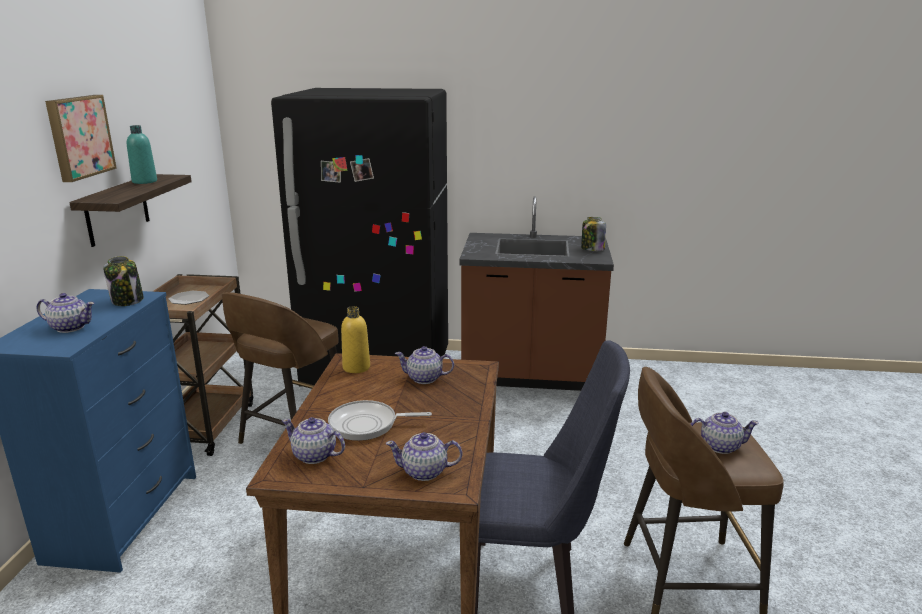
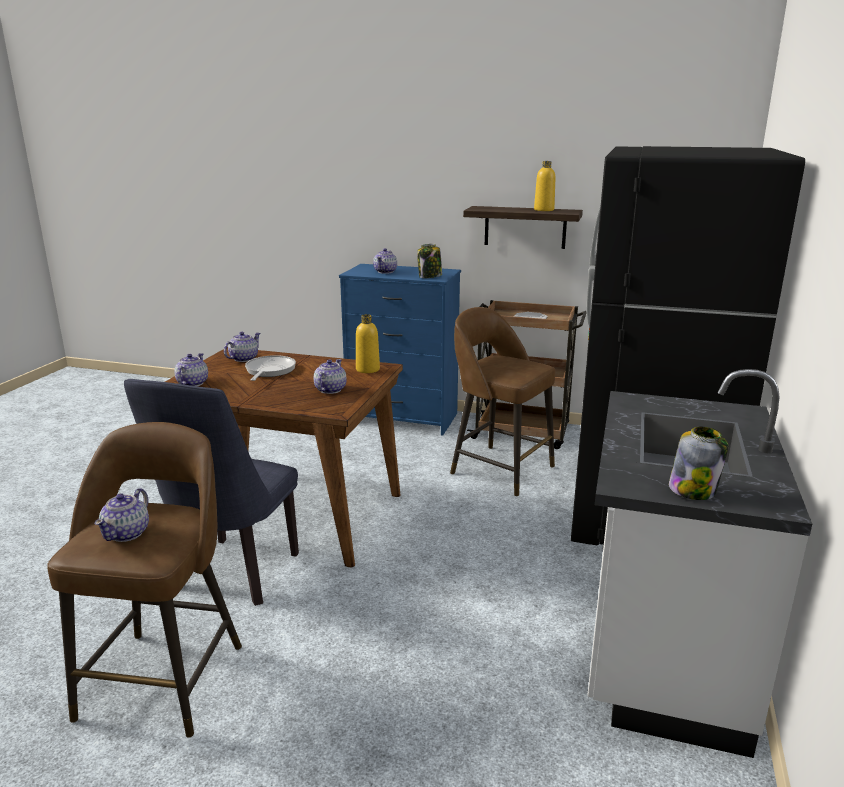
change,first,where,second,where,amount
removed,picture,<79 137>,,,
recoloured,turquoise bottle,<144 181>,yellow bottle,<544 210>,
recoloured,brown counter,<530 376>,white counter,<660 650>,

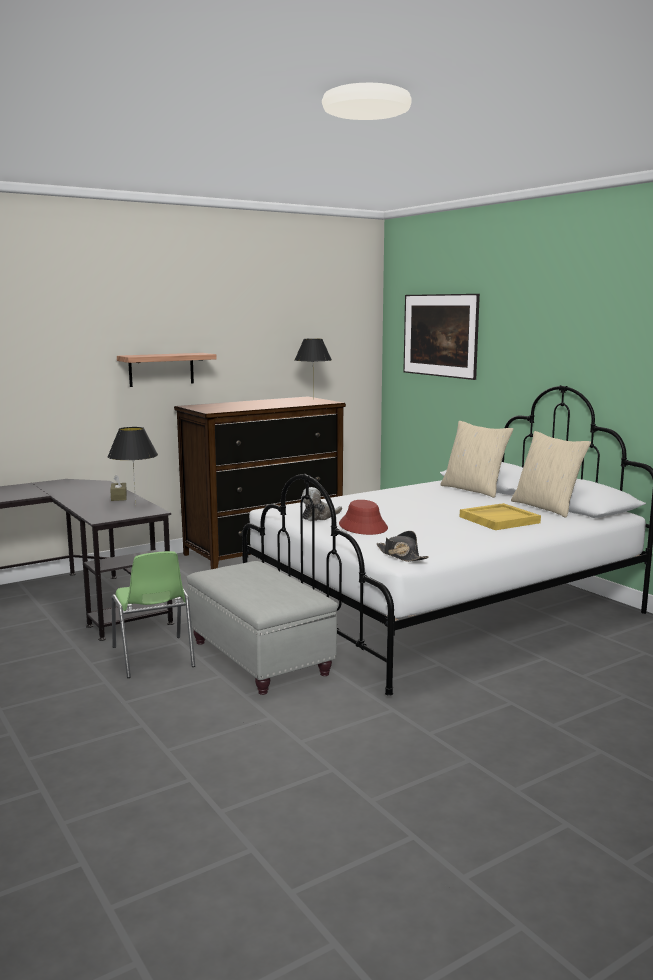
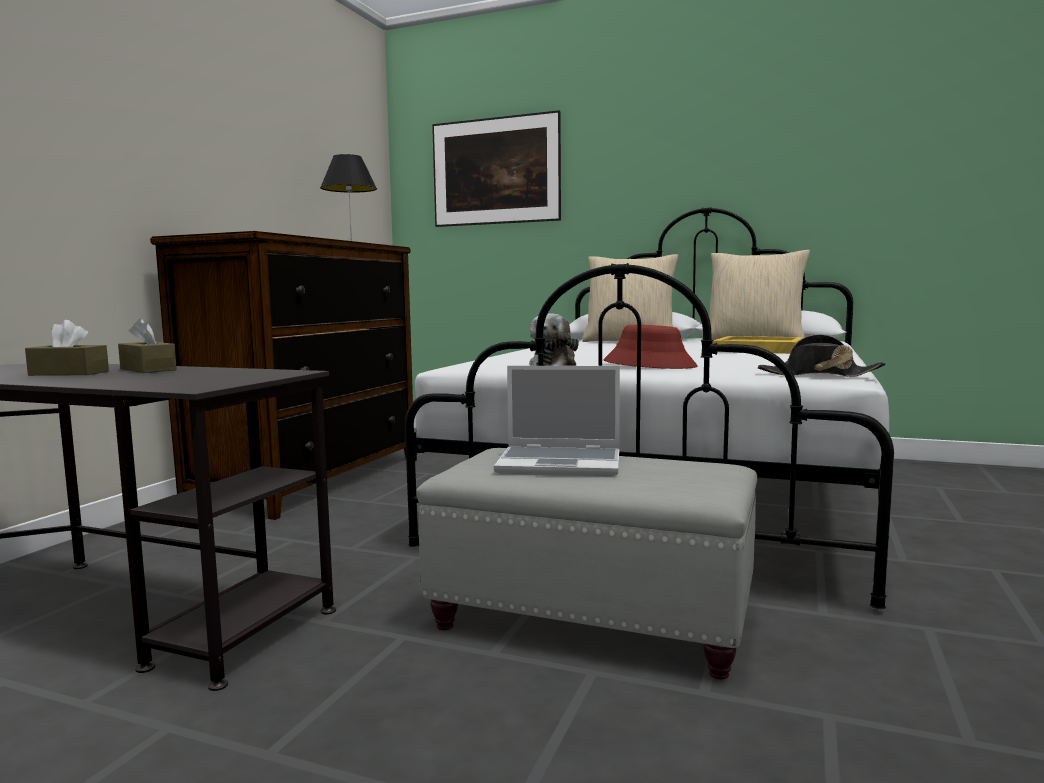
change,first,where,second,where,amount
removed,black table lamp,<135 505>,,,
removed,green chair,<153 657>,,,
removed,shelf,<161 369>,,,
added,,,brown tissue box,<69 373>,
added,,,laptop,<561 464>,

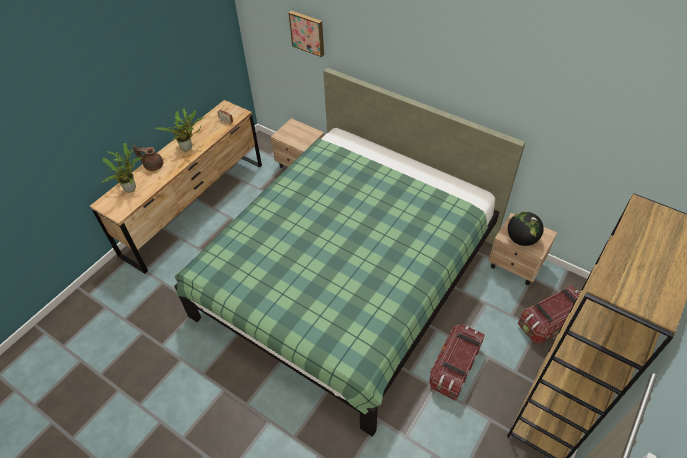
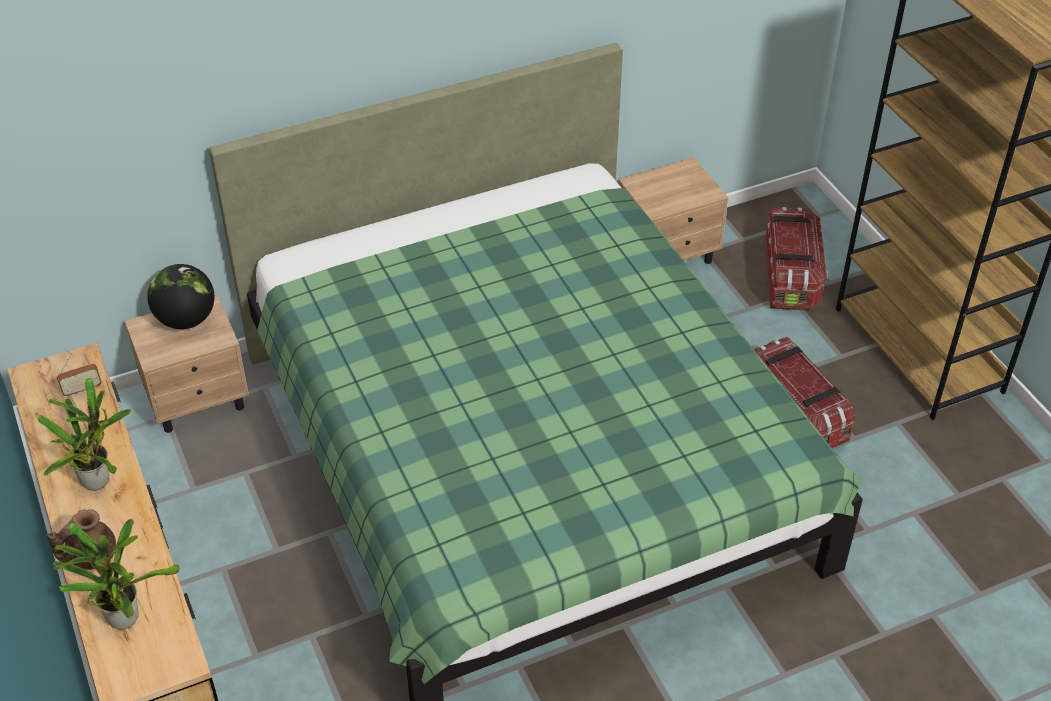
change,first,where,second,where,amount
removed,picture,<308 33>,,,
moved,globe,<521 239>,,<186 320>,

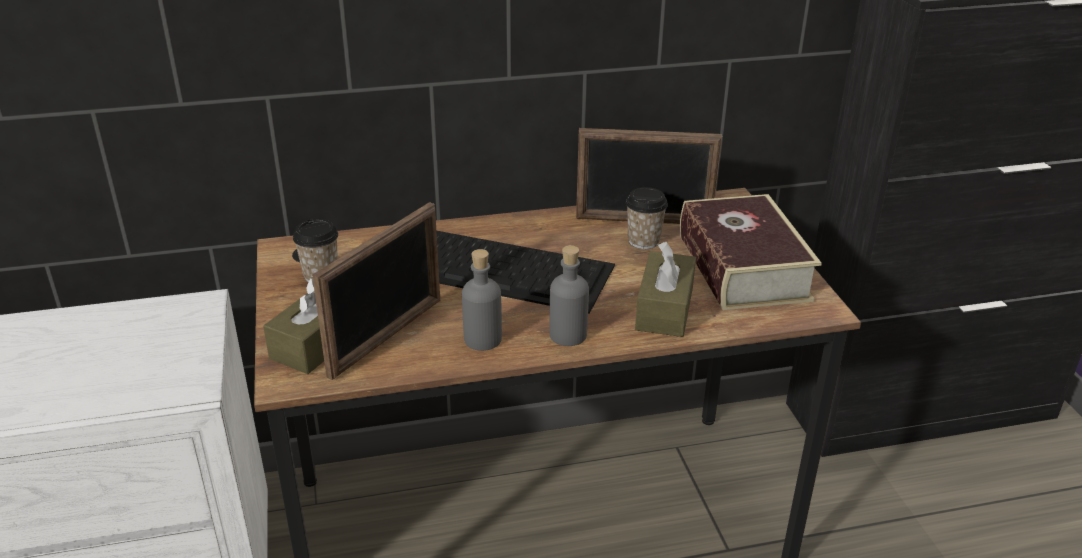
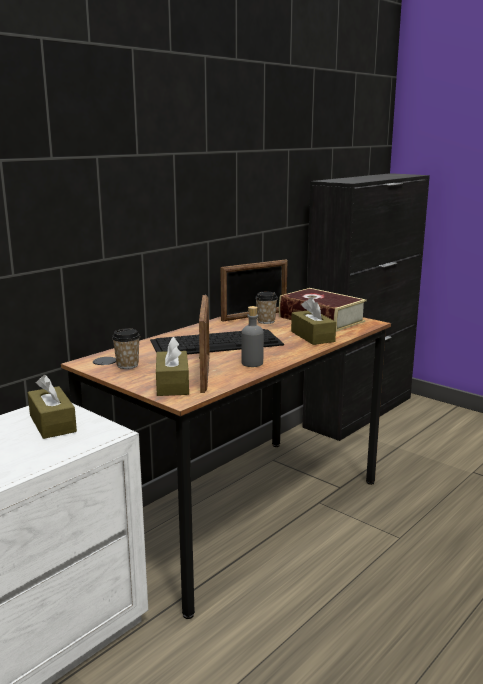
change,first,where,second,where,amount
removed,grey bottle,<568 335>,,,
added,,,brown tissue box,<52 423>,

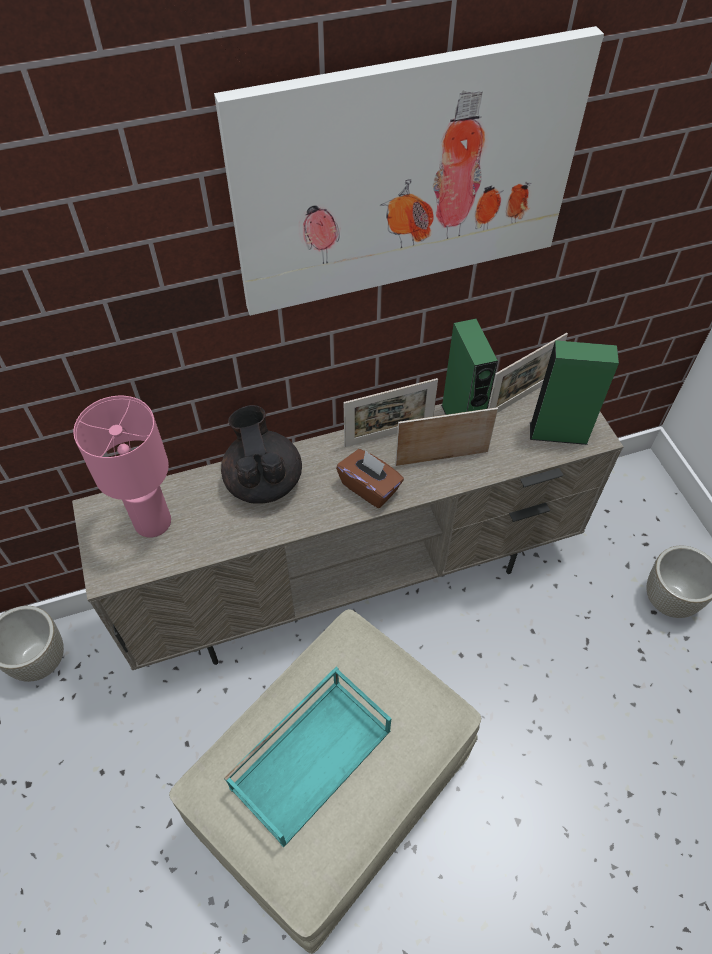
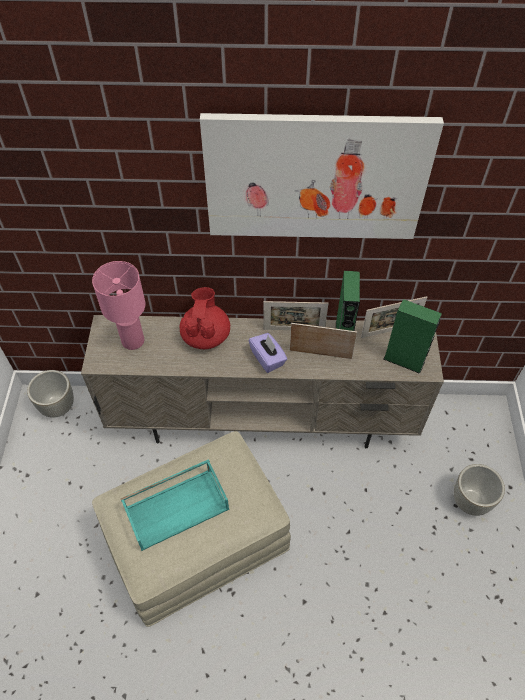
change,first,where,second,where,amount
recoloured,black teapot,<263 480>,red teapot,<206 335>,
recoloured,brown tissue box,<370 487>,purple tissue box,<268 358>,

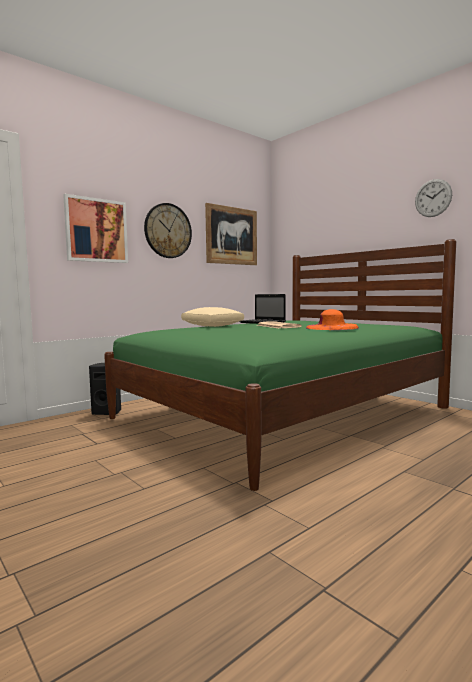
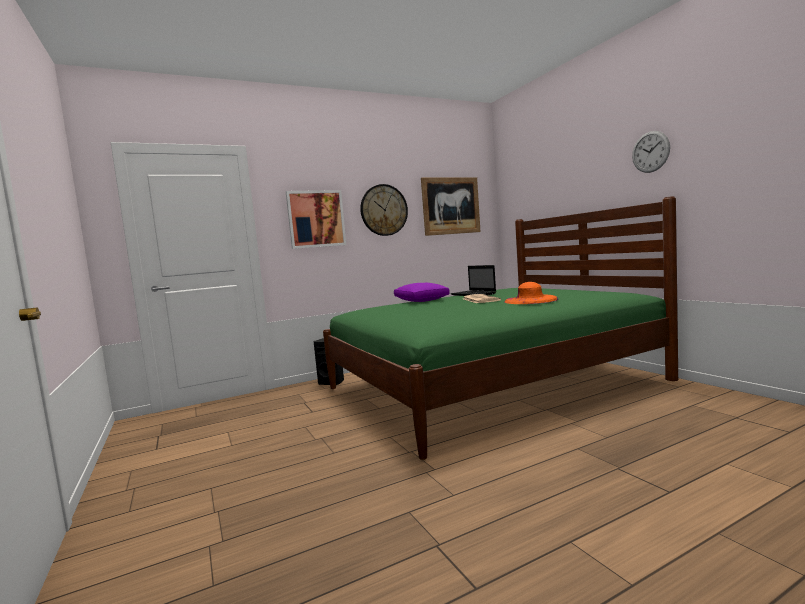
change,first,where,second,where,amount
recoloured,beige pillow,<212 326>,purple pillow,<421 301>,

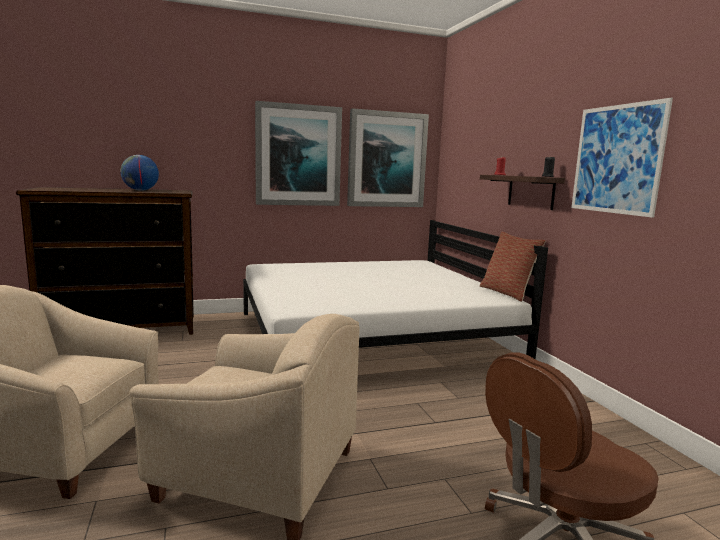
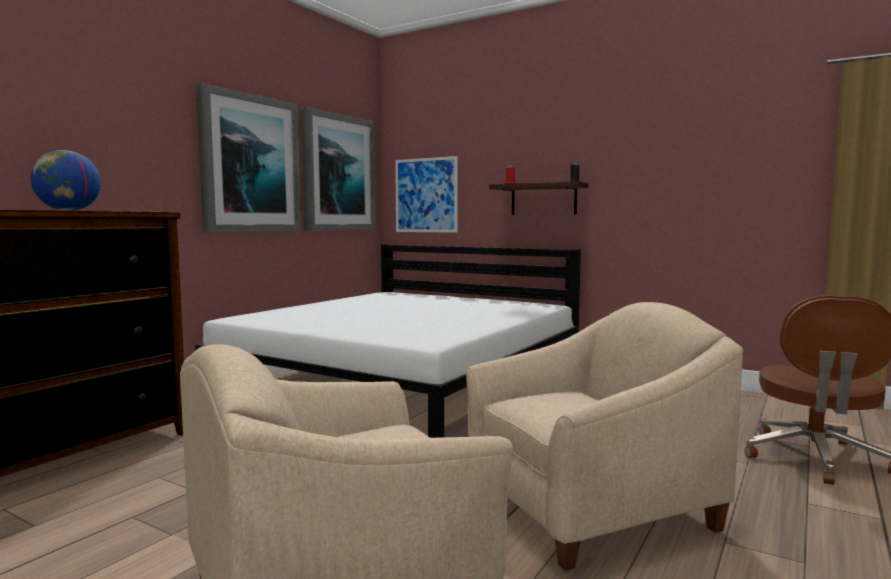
change,first,where,second,where,amount
removed,pillow,<507 293>,,,
moved,picture,<616 159>,,<426 195>,

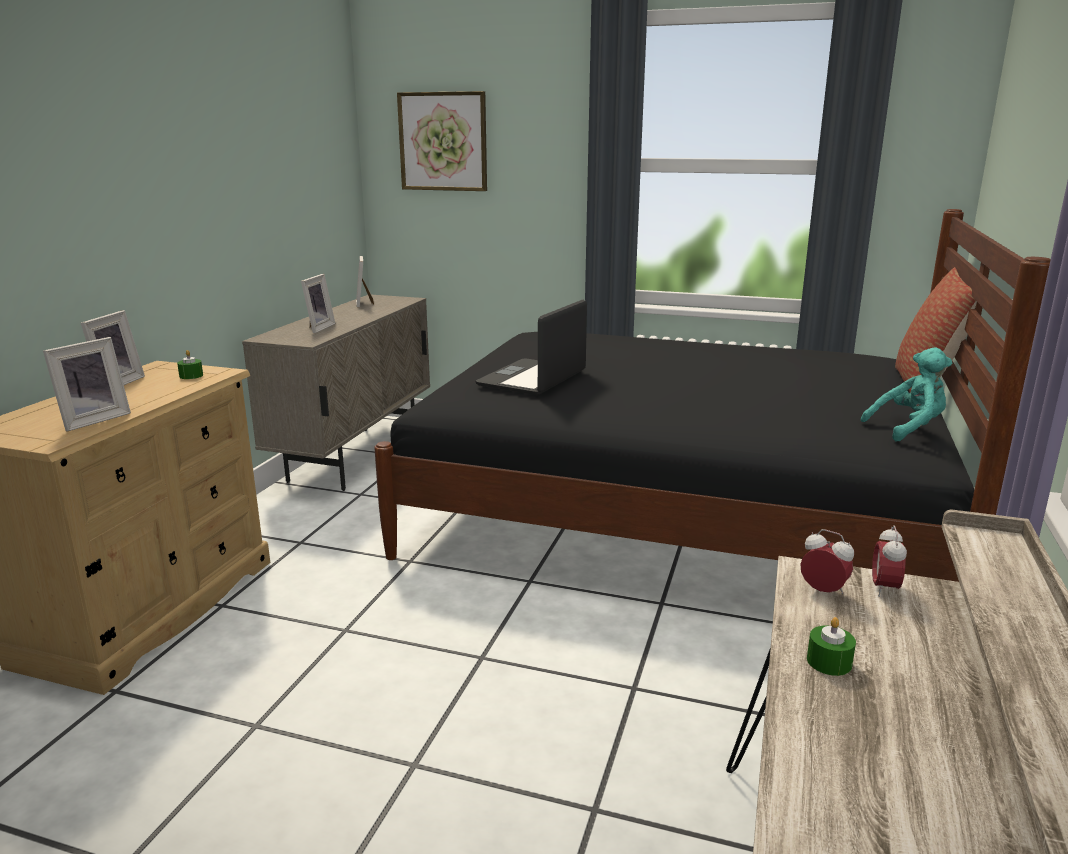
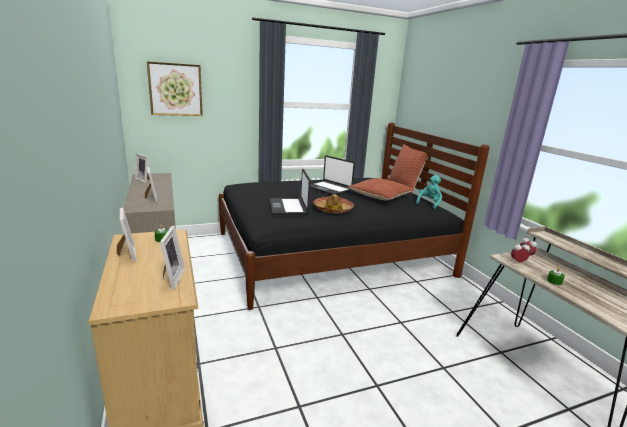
change,first,where,second,where,amount
added,,,laptop,<329 188>,
added,,,hat,<333 209>,
added,,,pillow,<380 197>,

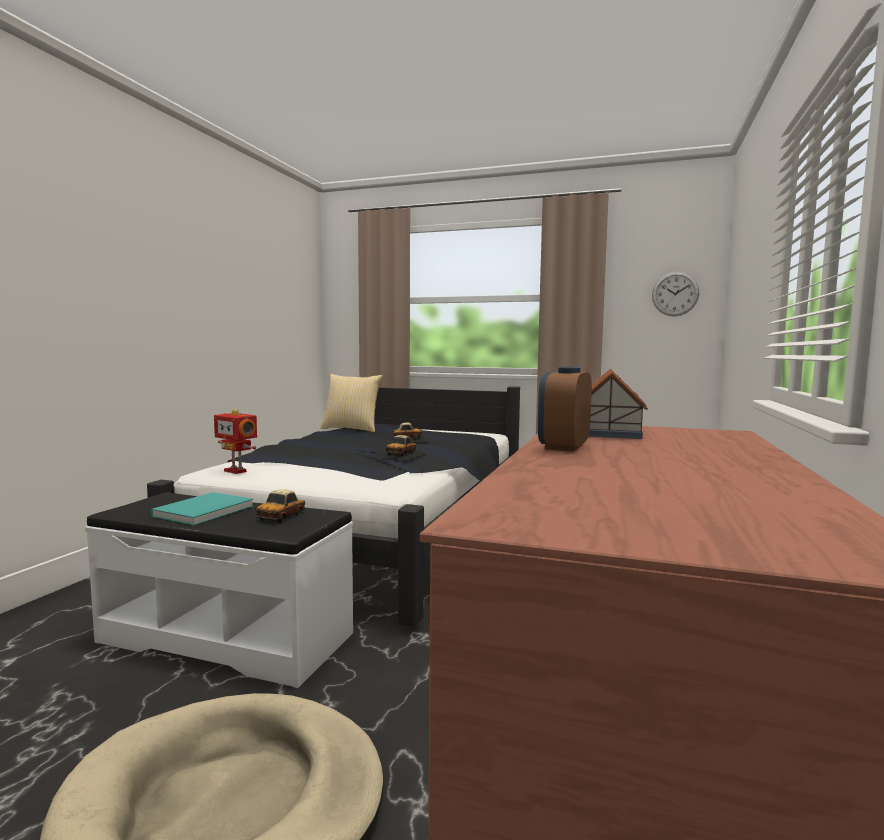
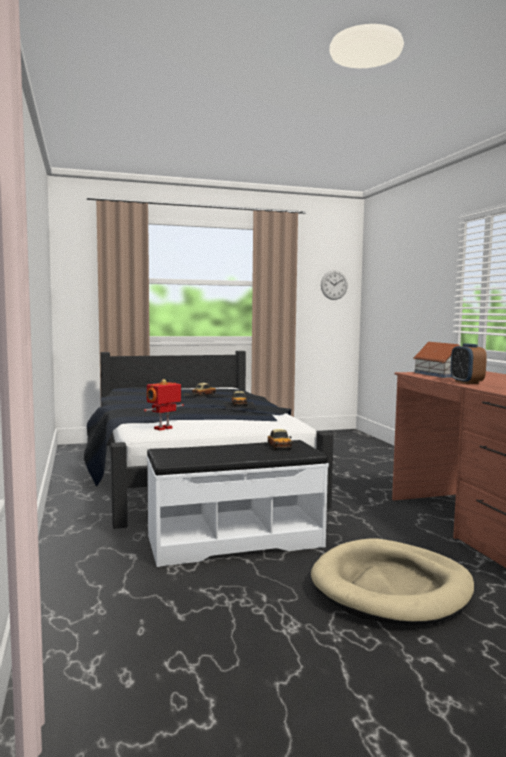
change,first,where,second,where,amount
removed,turquoise book,<200 511>,,,
turned,toy robot,<236 471>,,<164 428>,135 degrees clockwise
removed,pillow,<352 429>,,,

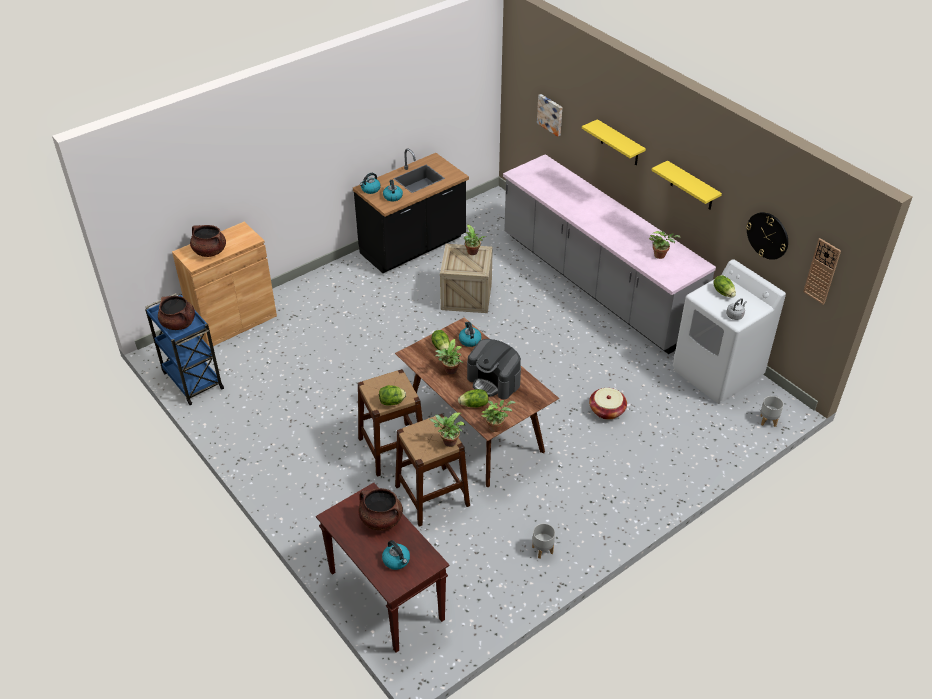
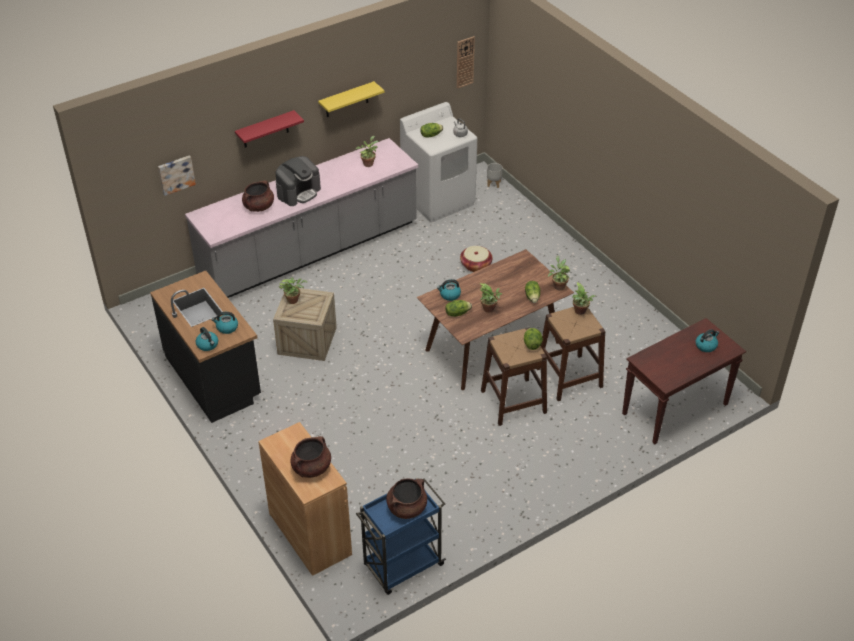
change,first,where,second,where,amount
moved,brown cooking pot,<381 519>,,<259 207>,
moved,coffee machine,<494 381>,,<298 192>,
removed,grey planter,<542 550>,,,
recoloured,yellow shelf,<620 143>,red shelf,<265 129>,
removed,wall clock,<767 235>,,,

